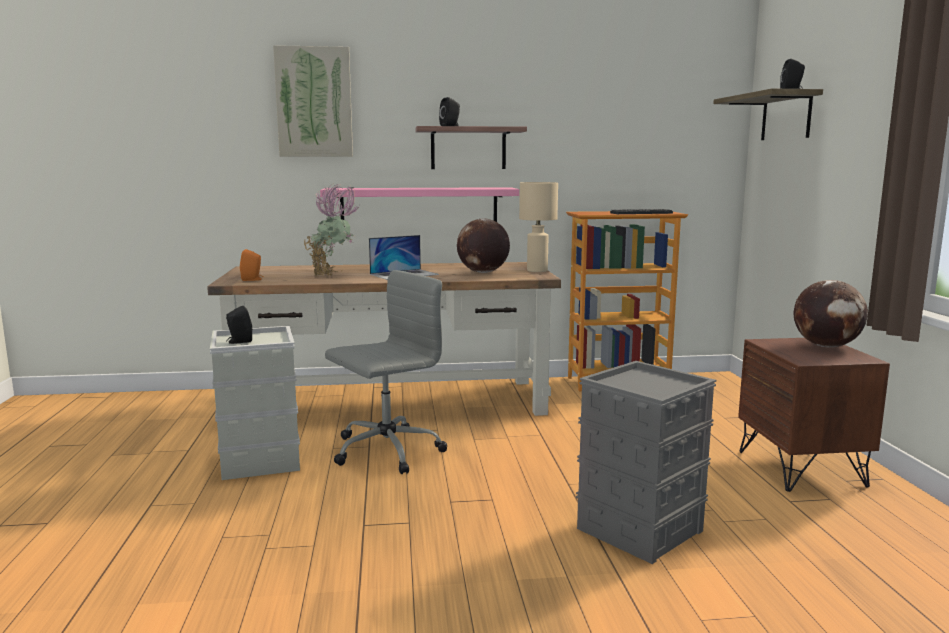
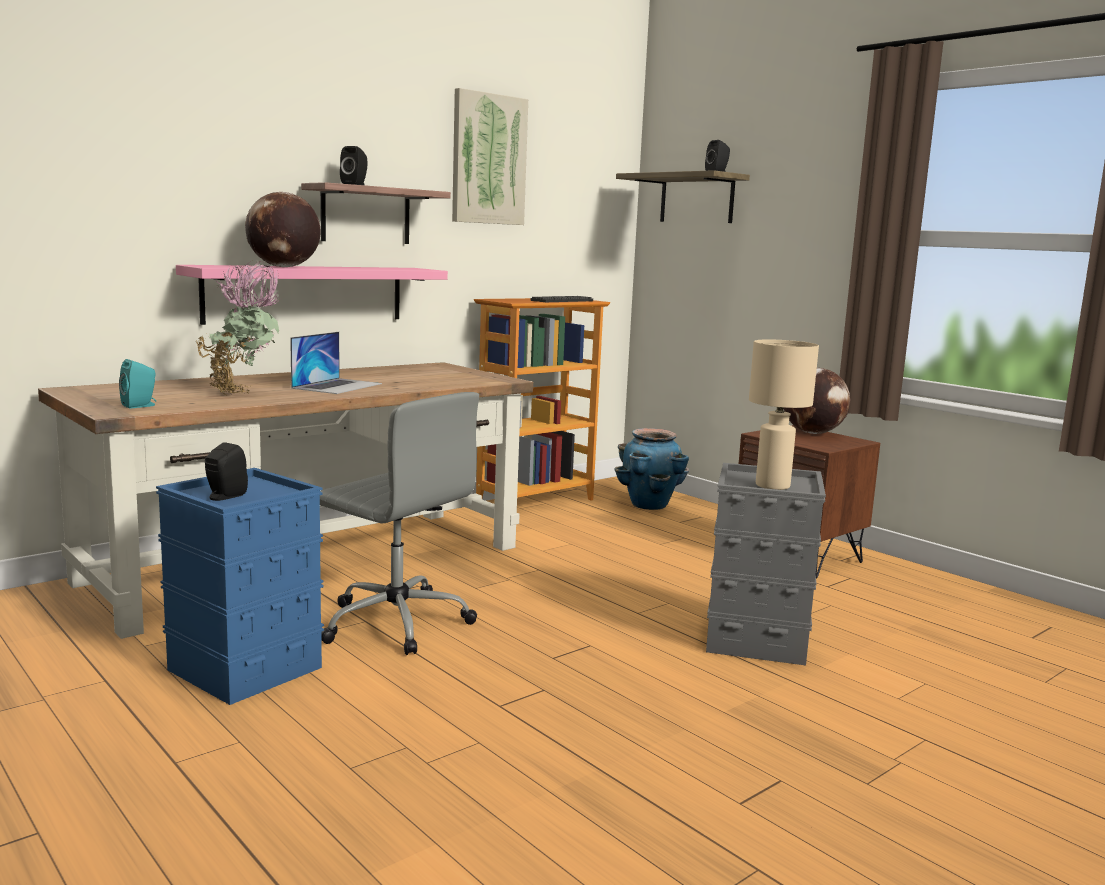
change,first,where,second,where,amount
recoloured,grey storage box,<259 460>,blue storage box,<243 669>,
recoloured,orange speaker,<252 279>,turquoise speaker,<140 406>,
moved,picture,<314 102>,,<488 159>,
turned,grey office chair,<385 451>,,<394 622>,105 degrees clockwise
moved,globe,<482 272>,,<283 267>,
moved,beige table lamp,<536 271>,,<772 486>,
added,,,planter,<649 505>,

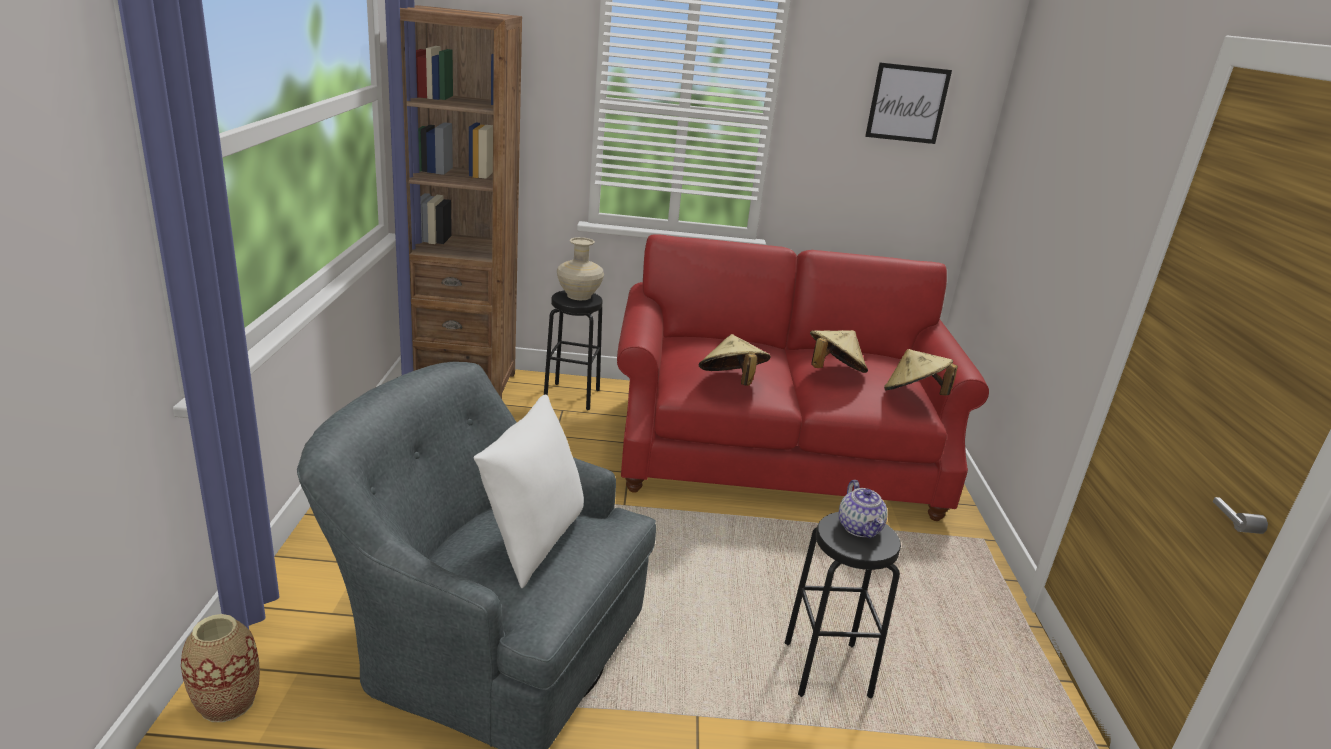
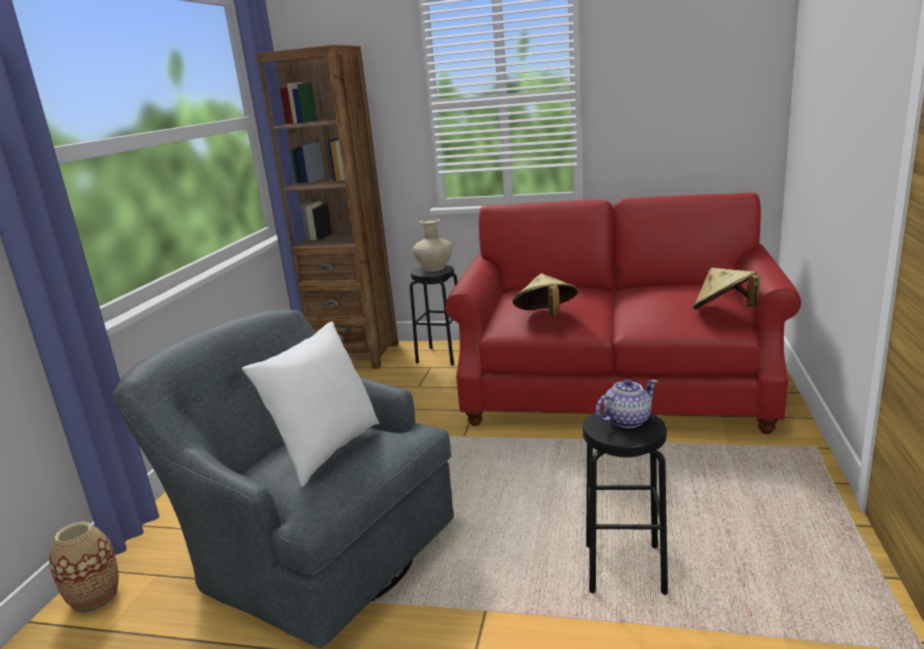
change,first,where,second,where,amount
removed,beige hat,<834 371>,,,
turned,teapot,<860 528>,,<627 420>,120 degrees counterclockwise
removed,picture,<907 103>,,,

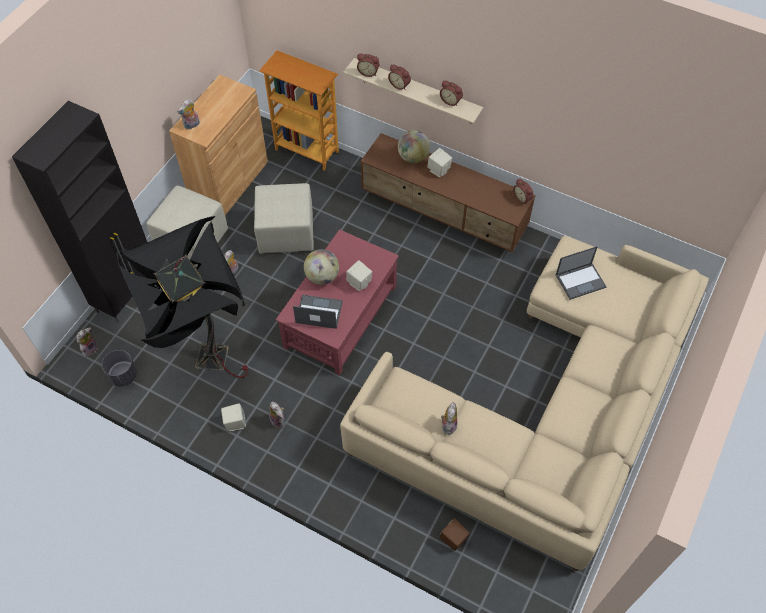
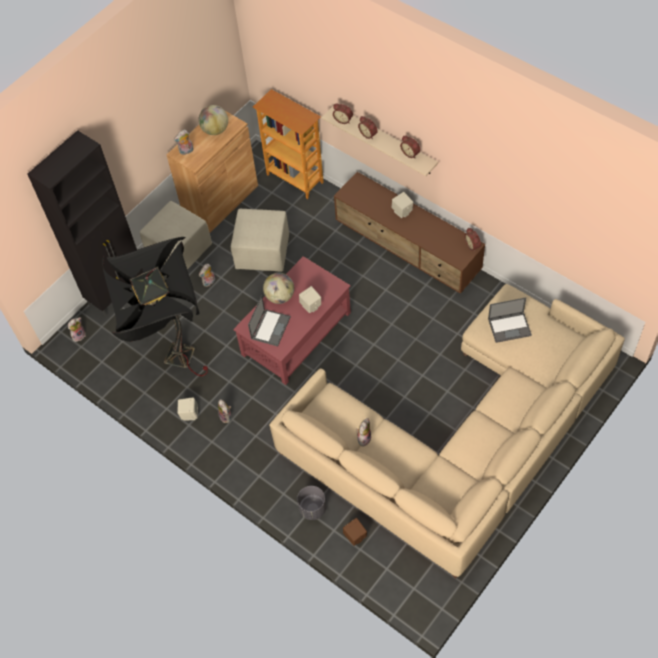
change,first,where,second,where,amount
moved,grey planter,<123 376>,,<312 508>,
turned,laptop,<318 312>,,<270 327>,90 degrees clockwise
moved,globe,<413 157>,,<215 130>,

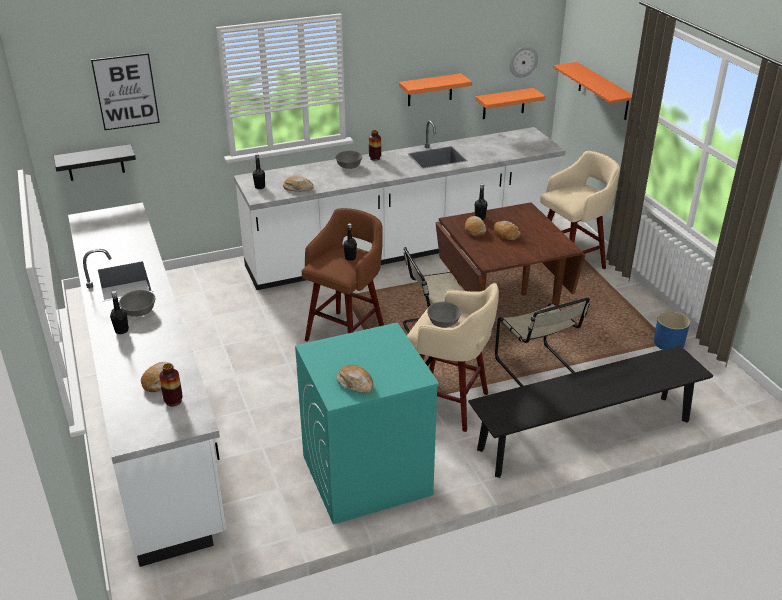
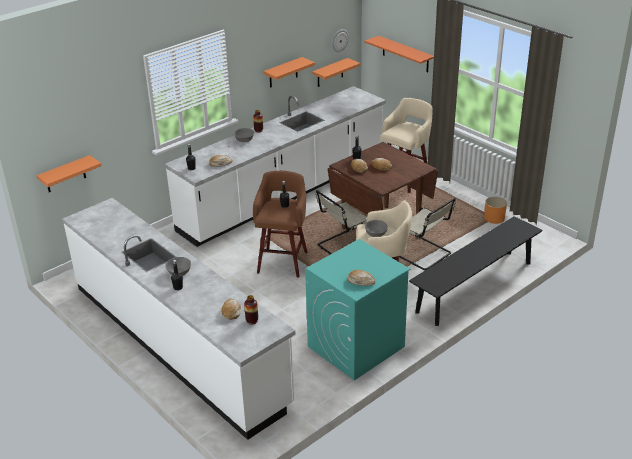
change,first,where,second,where,amount
recoloured,black shelf,<95 163>,orange shelf,<65 174>,
removed,picture,<126 91>,,,
recoloured,blue planter,<669 343>,orange planter,<494 218>,

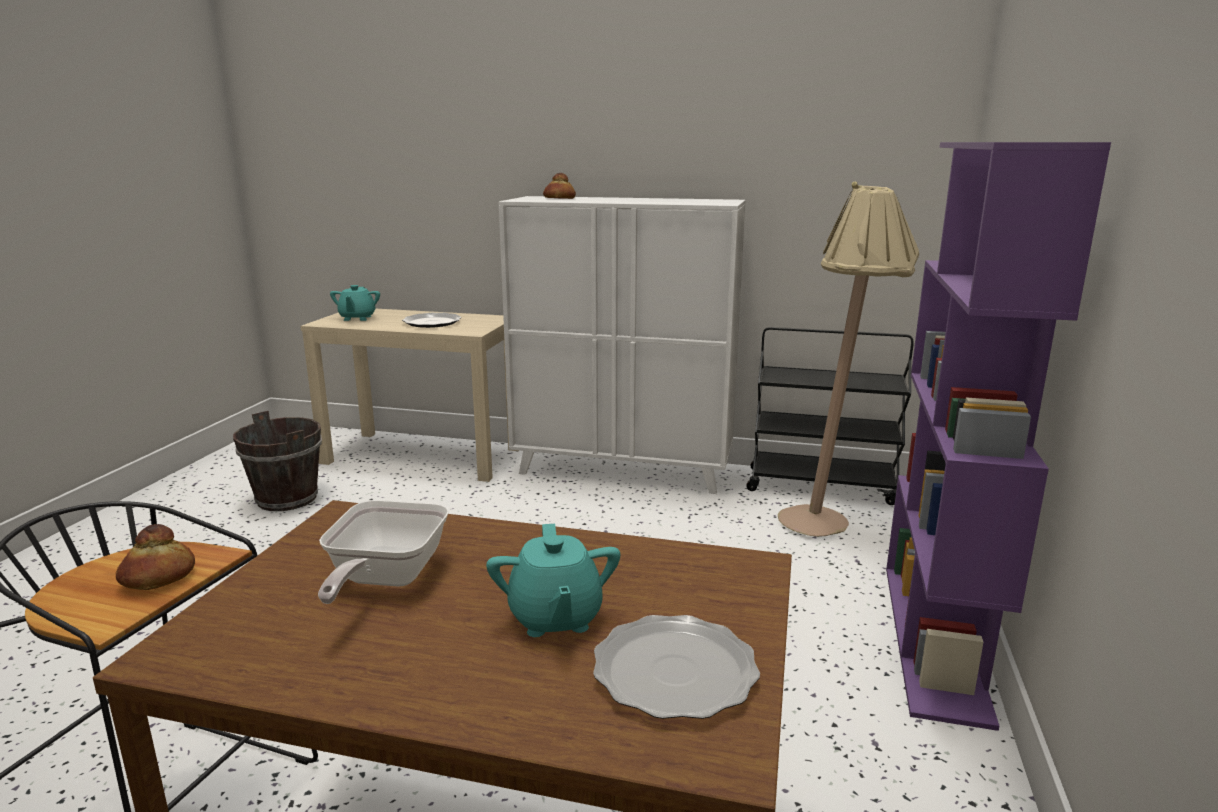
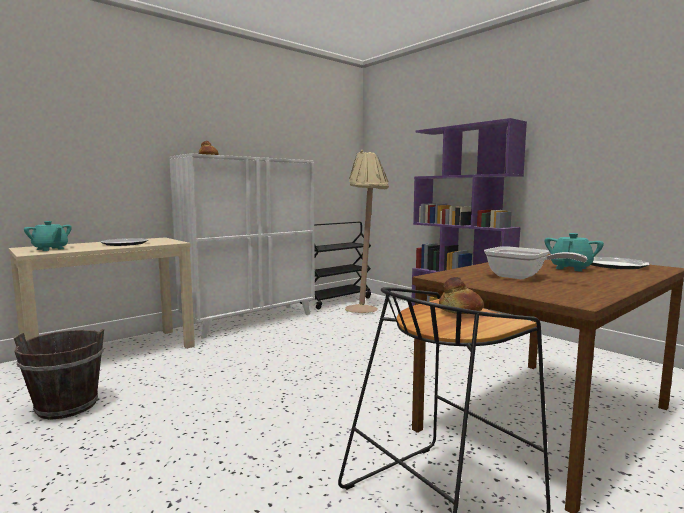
change,first,where,second,where,amount
turned,turquoise teapot,<555 617>,,<571 268>,75 degrees counterclockwise

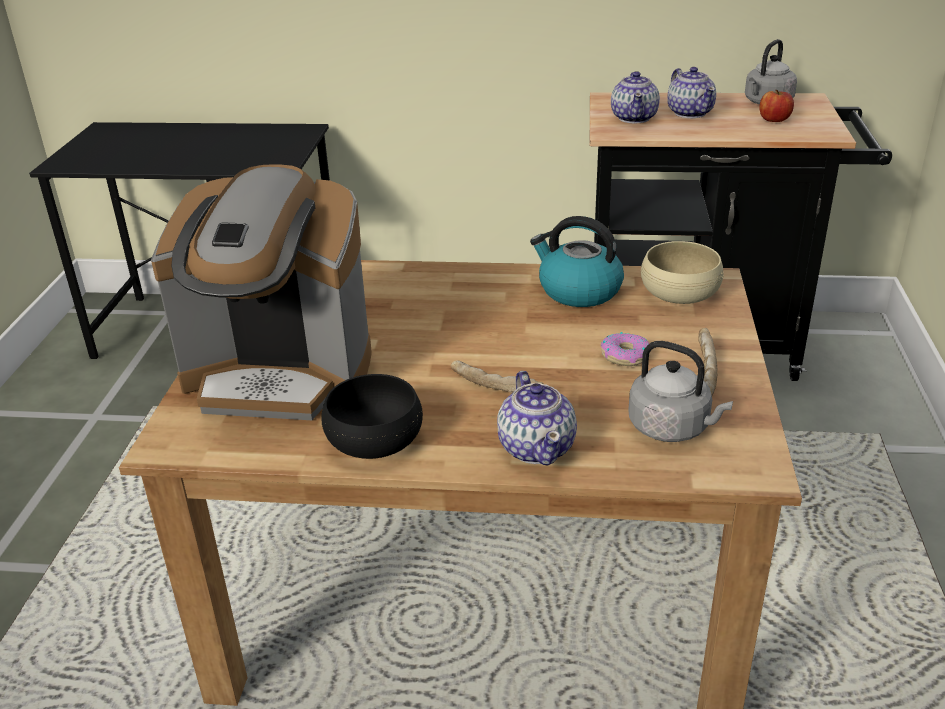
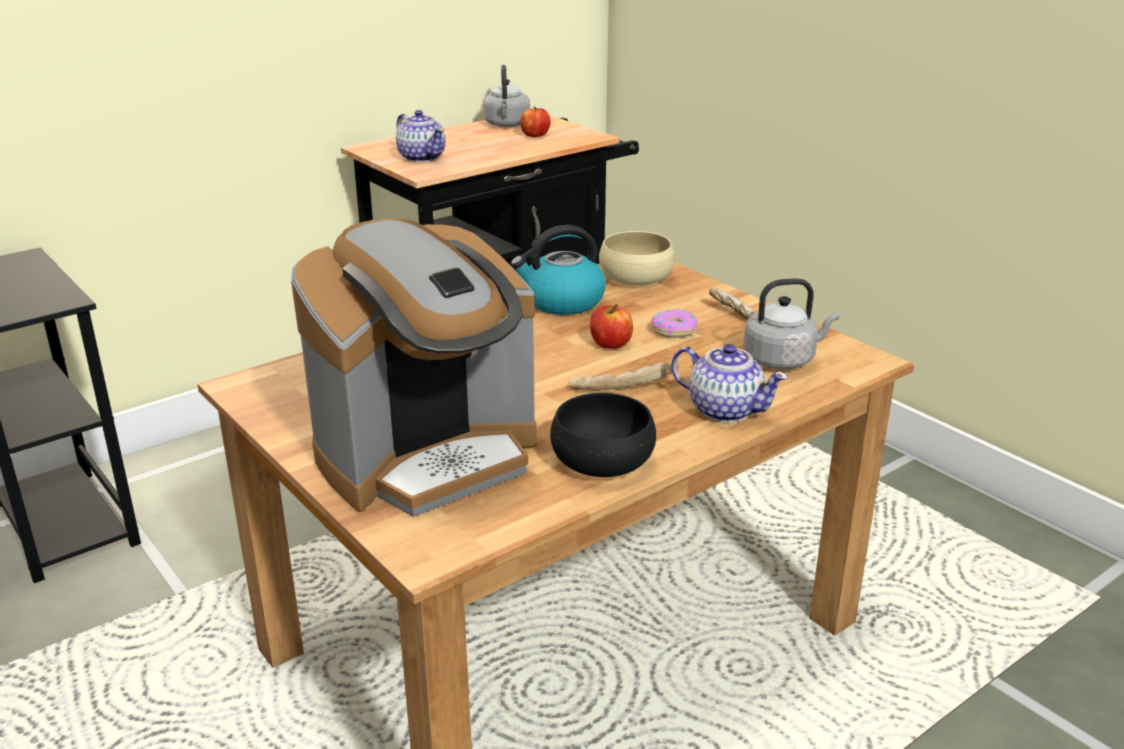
change,first,where,second,where,amount
removed,teapot,<690 113>,,,
added,,,apple,<610 344>,

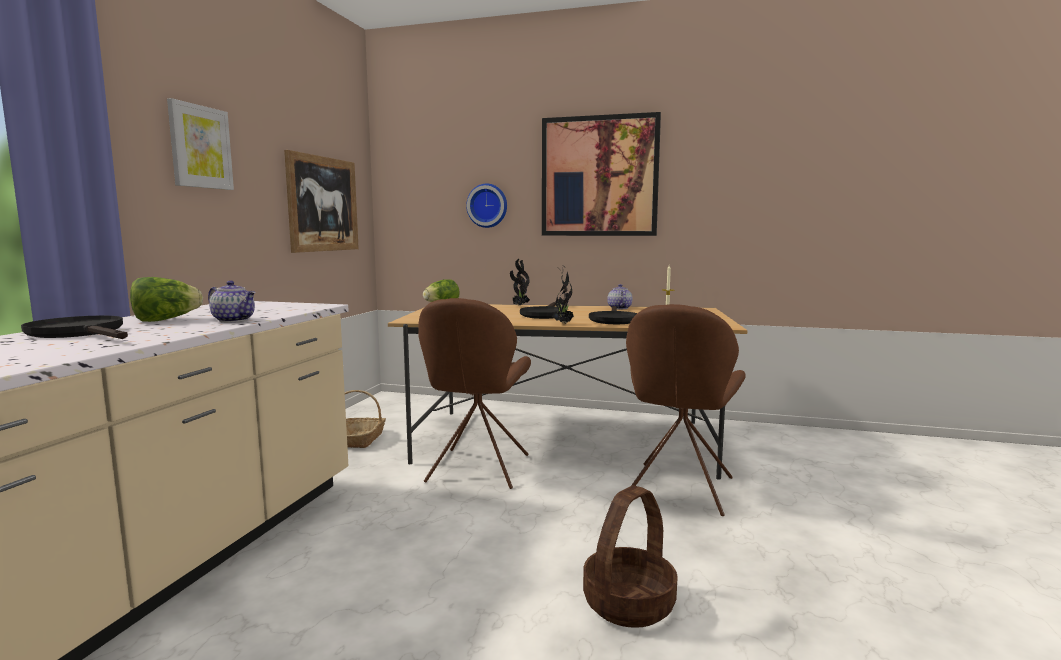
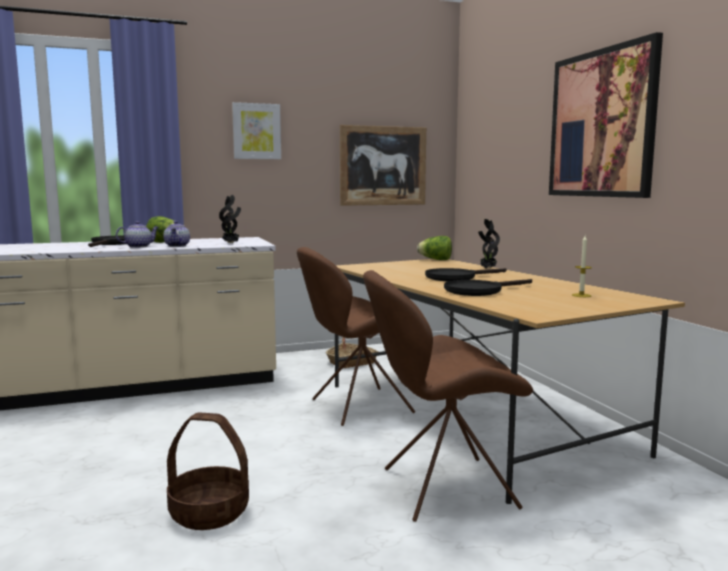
change,first,where,second,where,amount
removed,wall clock,<488 205>,,,
moved,potted plant,<564 324>,,<231 243>,
moved,teapot,<618 308>,,<138 246>,

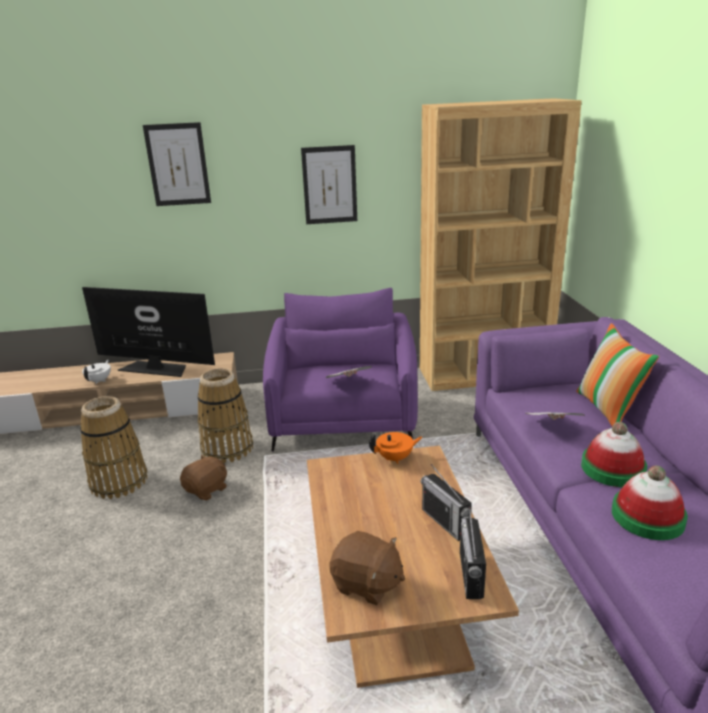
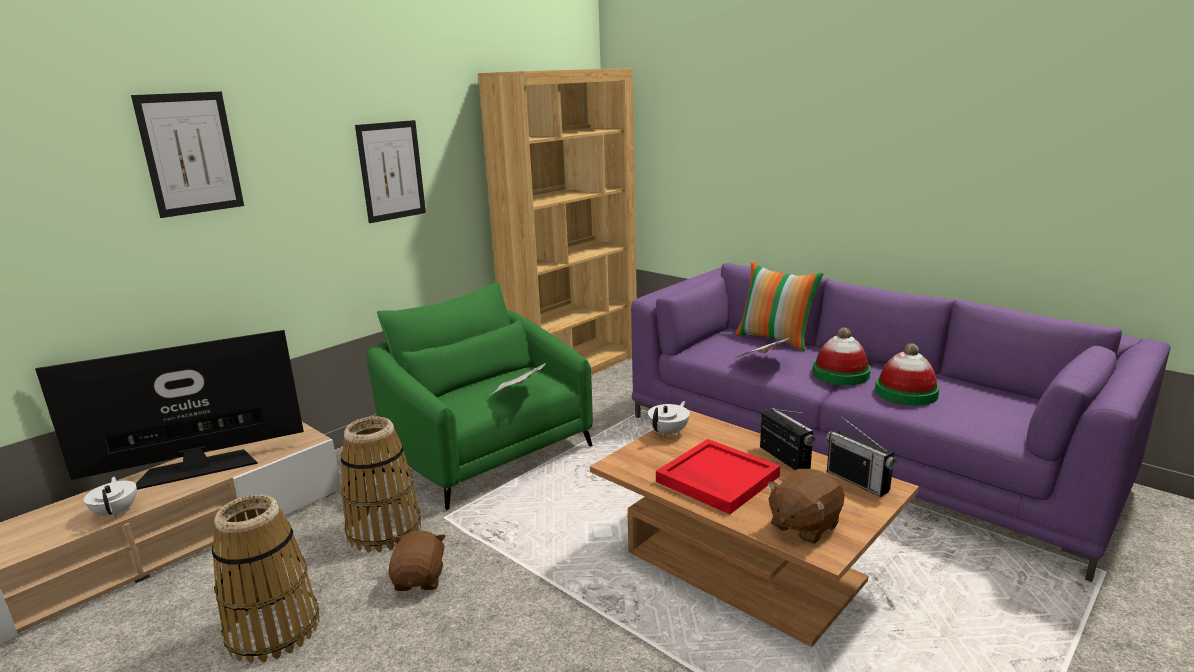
change,first,where,second,where,amount
recoloured,purple armchair,<344 420>,green armchair,<488 451>,
turned,brown plush toy,<367 584>,,<803 525>,150 degrees clockwise
recoloured,orange teapot,<395 458>,white teapot,<669 432>,
turned,radio,<445 522>,,<784 458>,135 degrees counterclockwise
added,,,red tray,<716 479>,

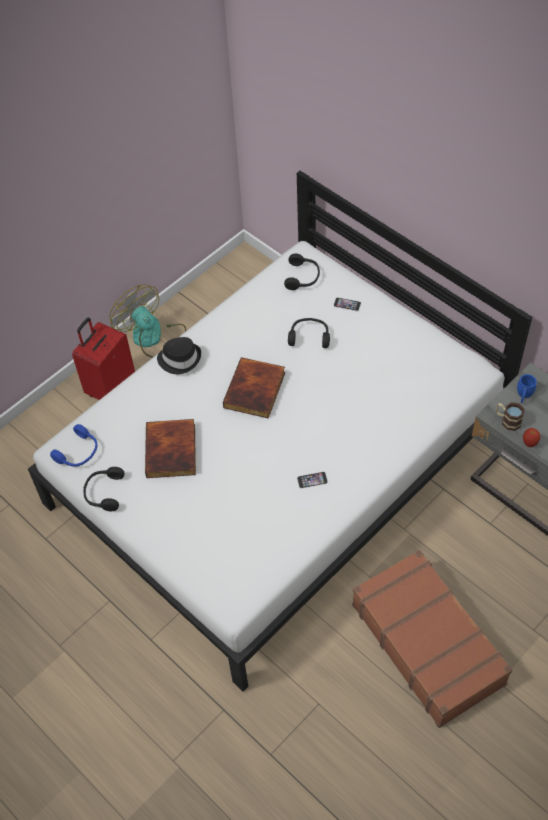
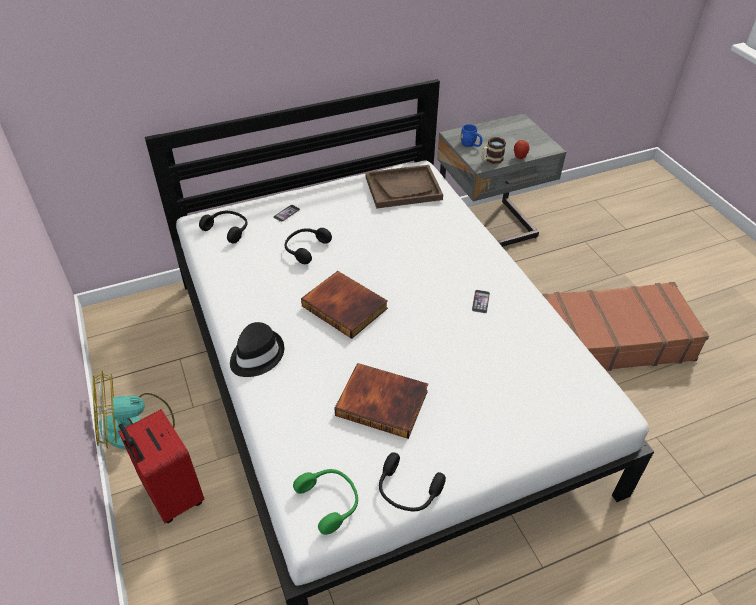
change,first,where,second,where,amount
recoloured,blue headphones,<79 453>,green headphones,<330 501>,
added,,,brown tray,<403 188>,

